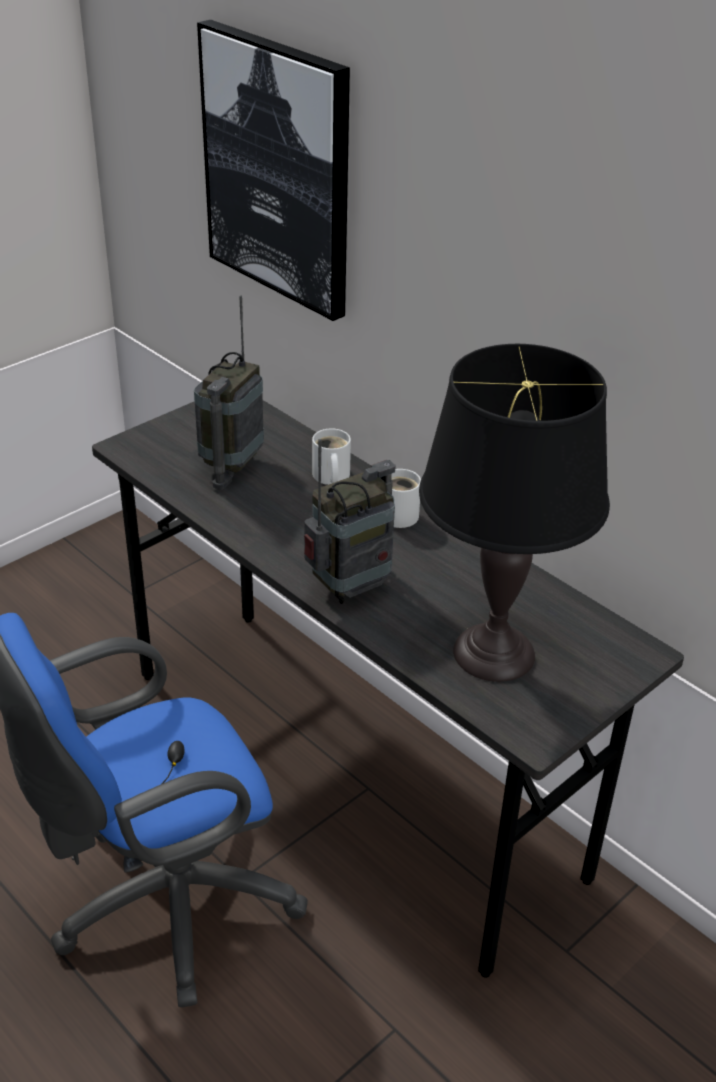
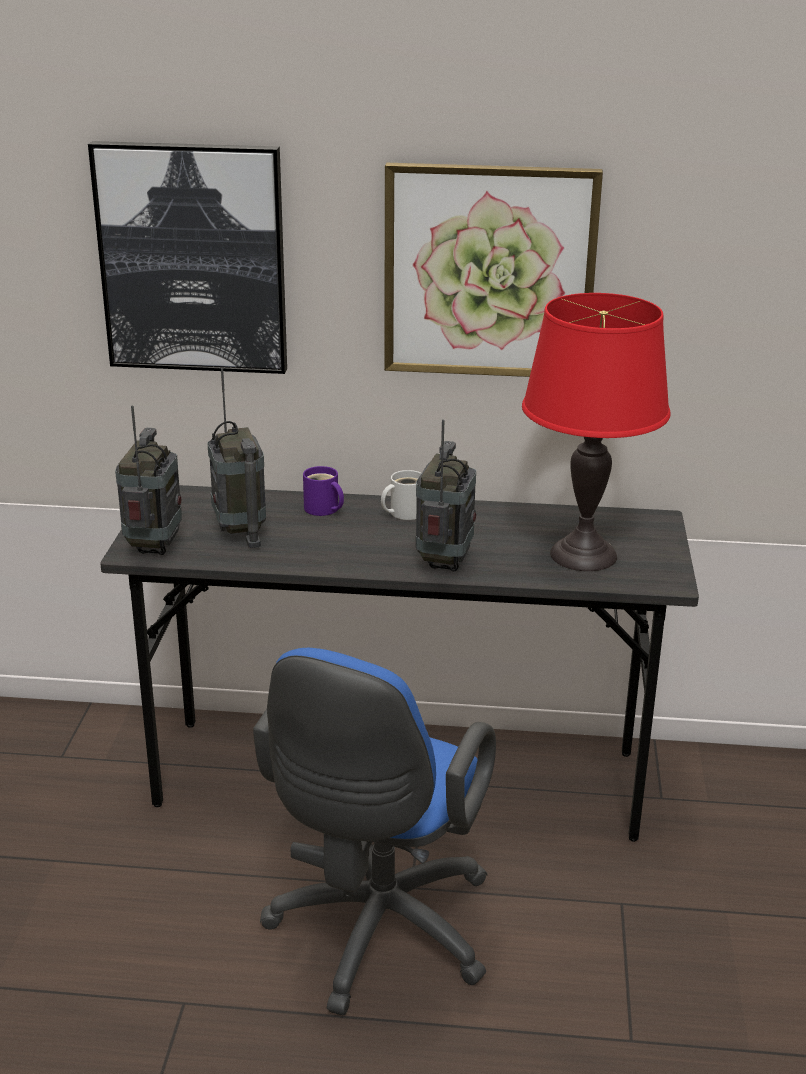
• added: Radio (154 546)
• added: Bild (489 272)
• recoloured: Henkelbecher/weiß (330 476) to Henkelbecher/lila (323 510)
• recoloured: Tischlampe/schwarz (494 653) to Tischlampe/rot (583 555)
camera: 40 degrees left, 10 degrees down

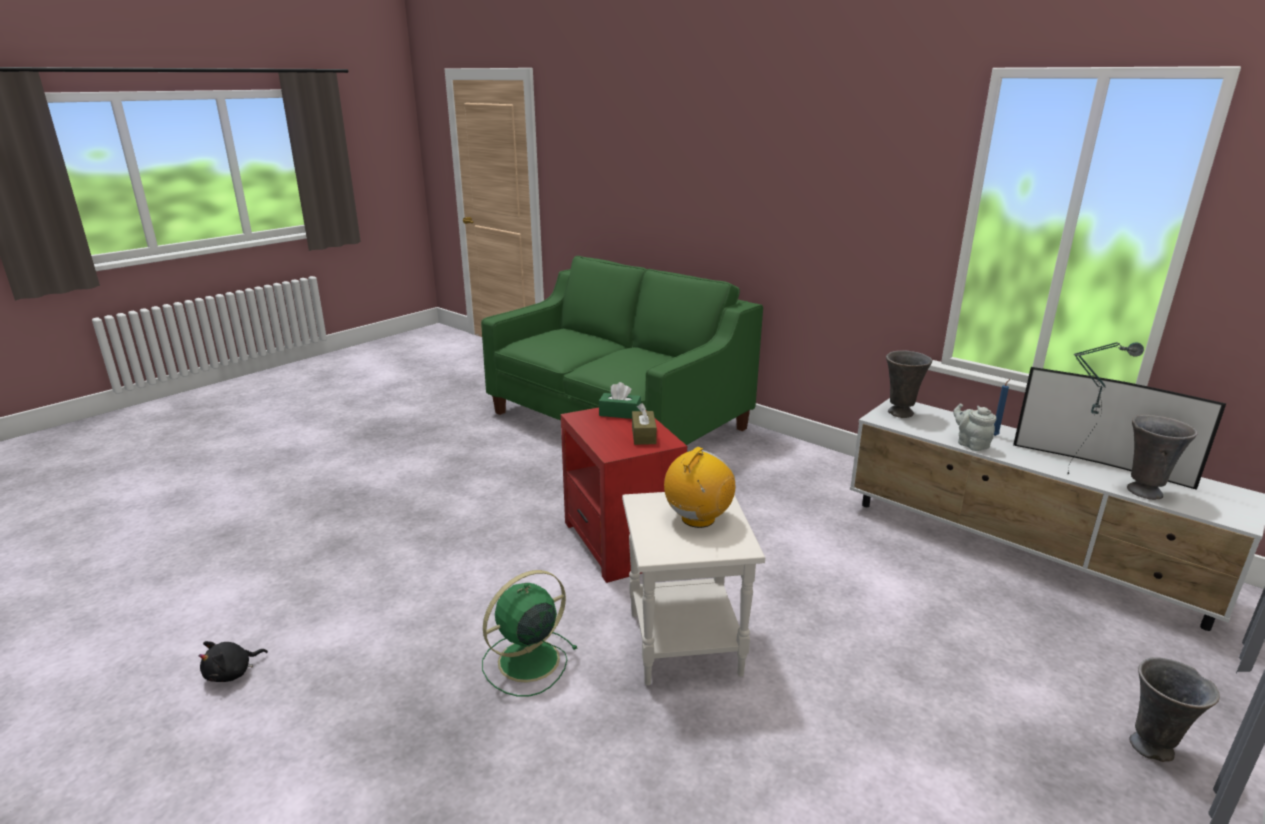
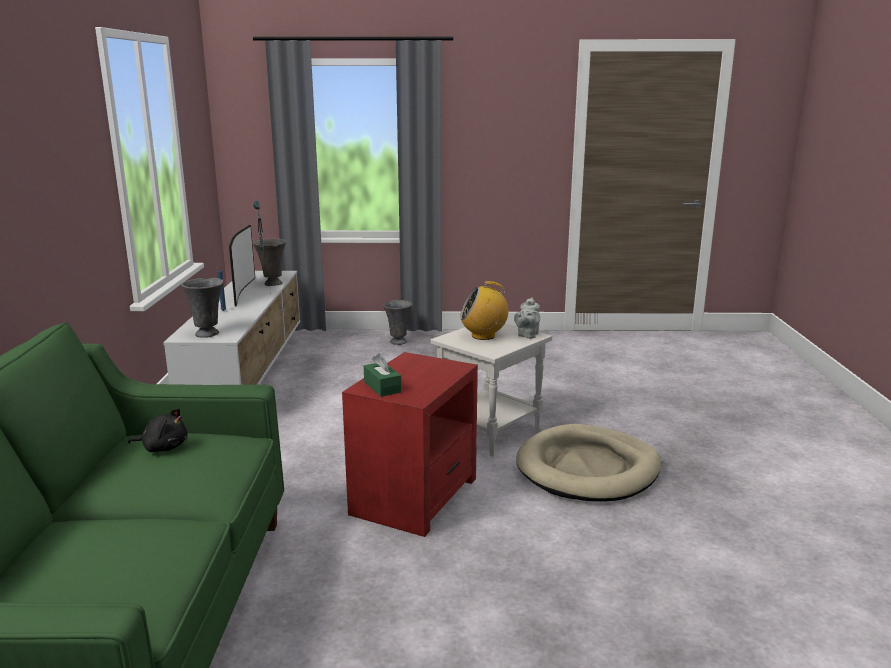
• removed: Taschentuchbox/braun (643 435)
• moved: Plüschtier/schwarz (232 673) to (163 447)
• moved: Teekanne/grau (970 444) to (527 335)
• replaced: Ventilator/grün (526 662) to Hundebett/beige (588 469)
camera: 130 degrees left, 5 degrees down

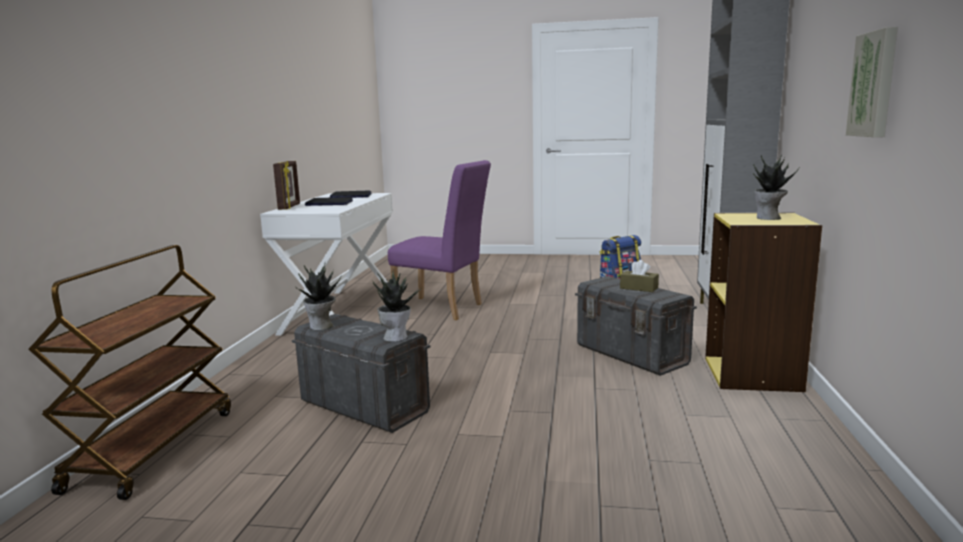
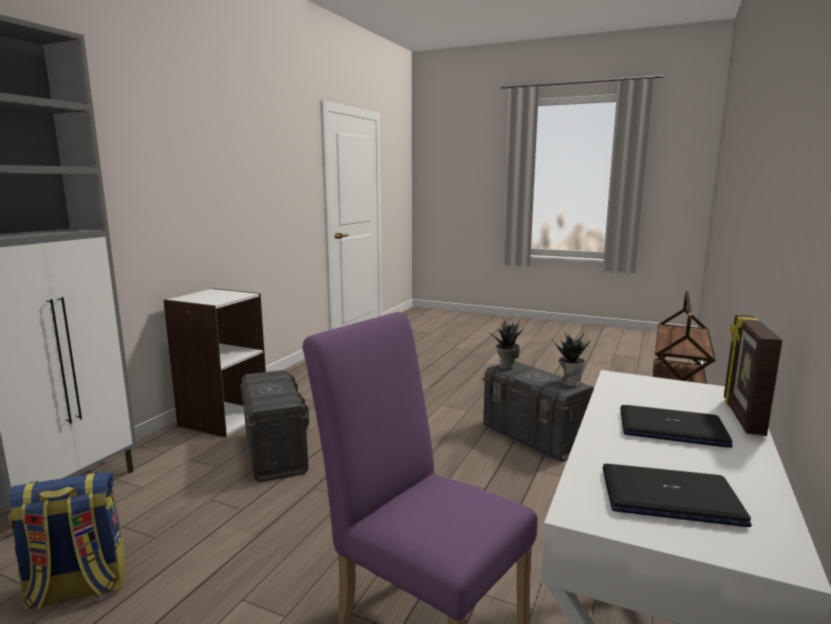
• removed: Taschentuchbox/braun (639 288)
• removed: Topfpflanze (768 218)
• removed: Bild (875 84)
• recoloured: Bücherregal/gelb (753 374) to Bücherregal/weiß (223 418)
camera: 165 degrees left, 0 degrees up

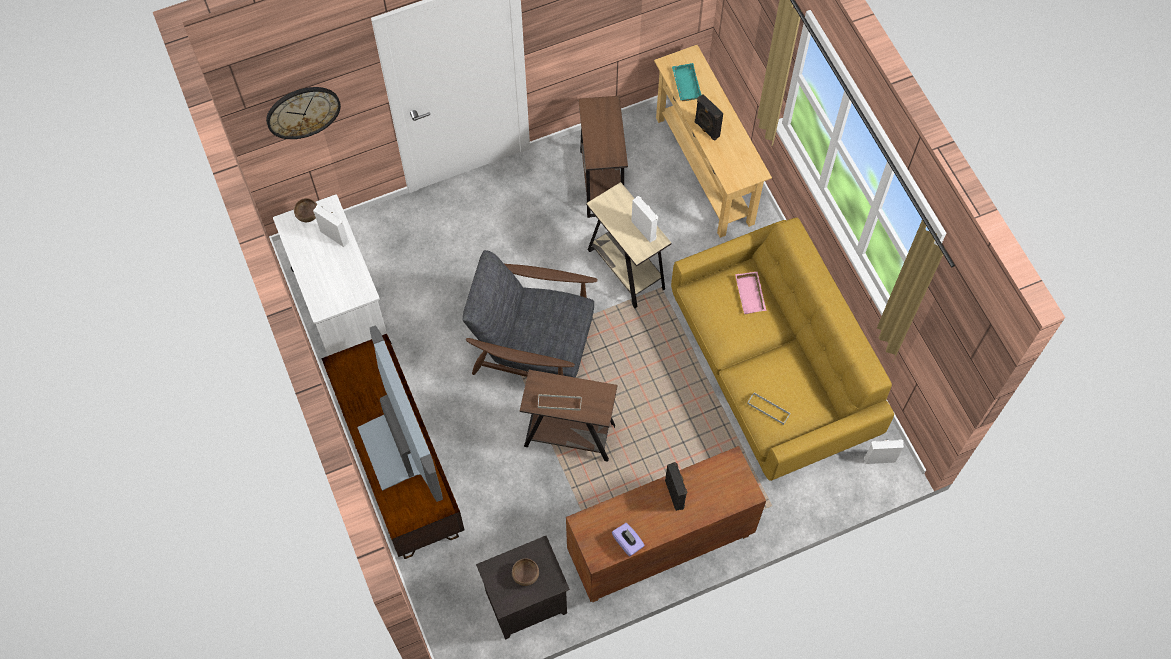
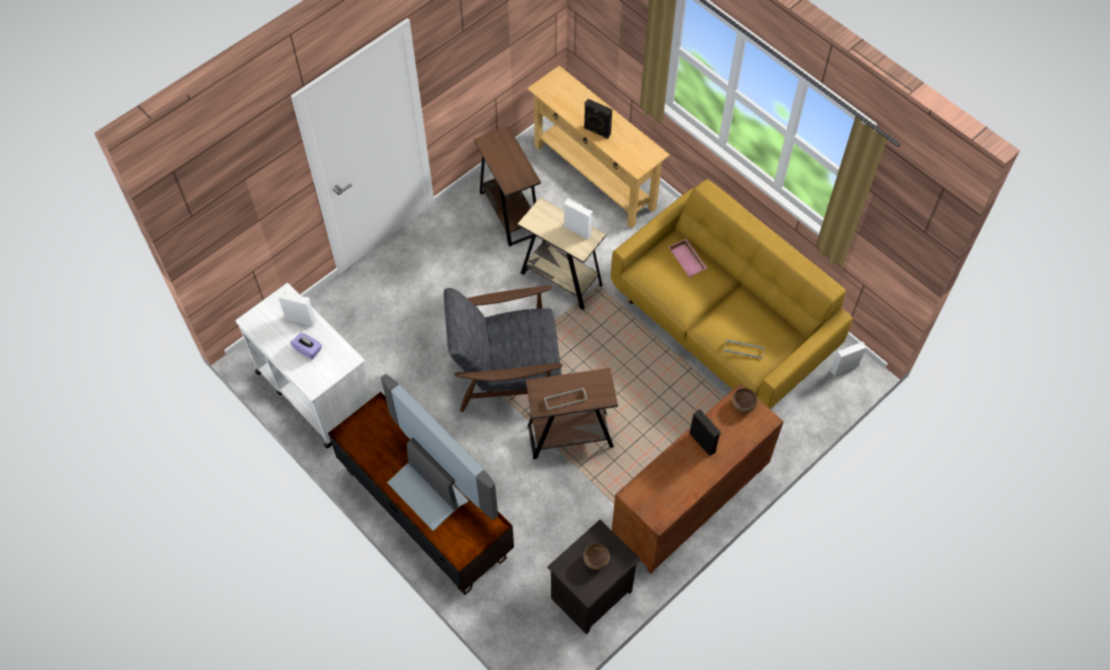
• removed: Wanduhr (303 111)
• removed: Tablett/türkis (685 84)
• moved: Schüssel/braun (307 215) to (743 404)
• moved: Taschentuchbox/lila (628 542) to (308 349)
camera: 20 degrees left, 5 degrees down

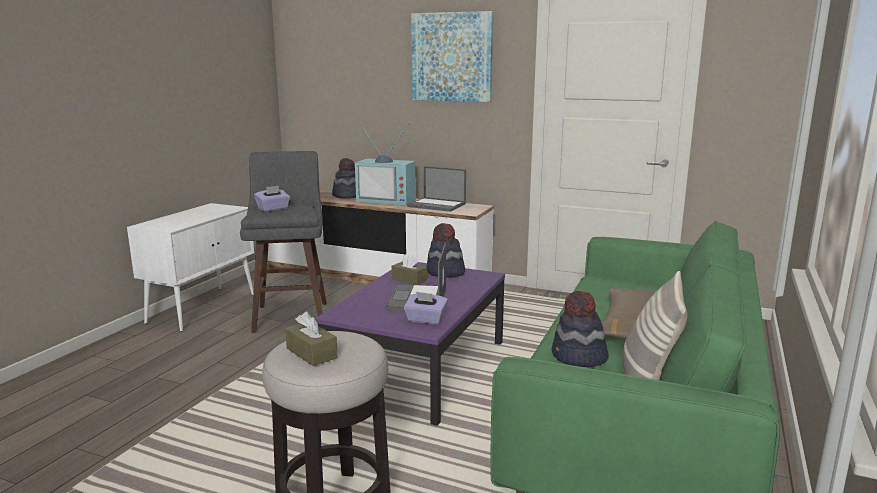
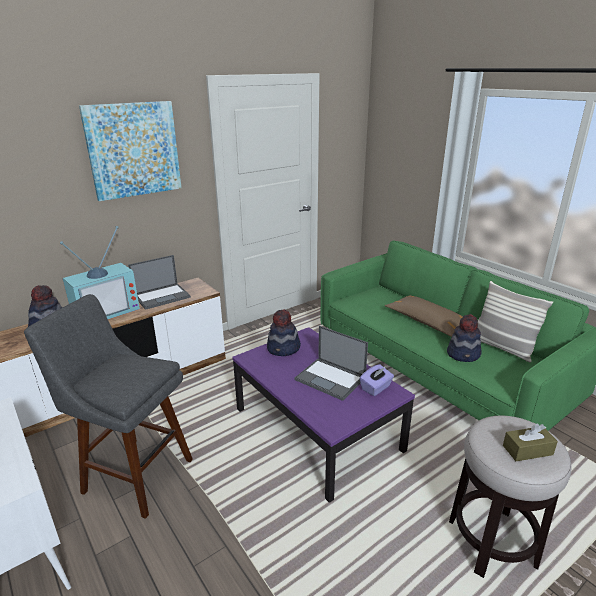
• removed: Taschentuchbox/lila (273 209)
• removed: Taschentuchbox/braun (409 279)
camera: 60 degrees left, 10 degrees up

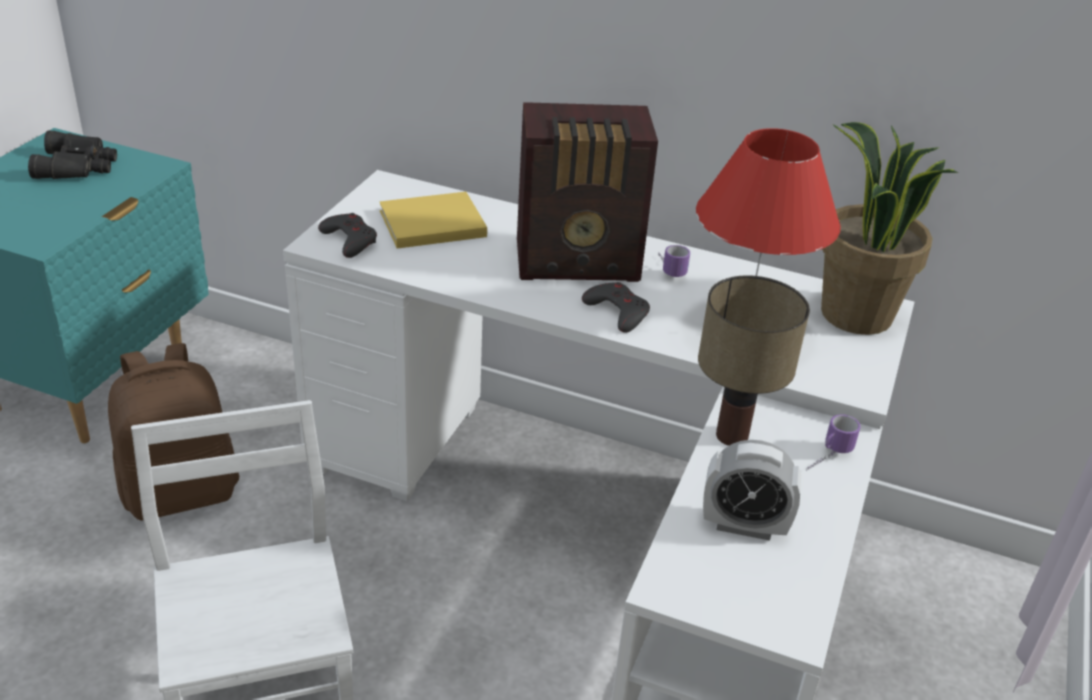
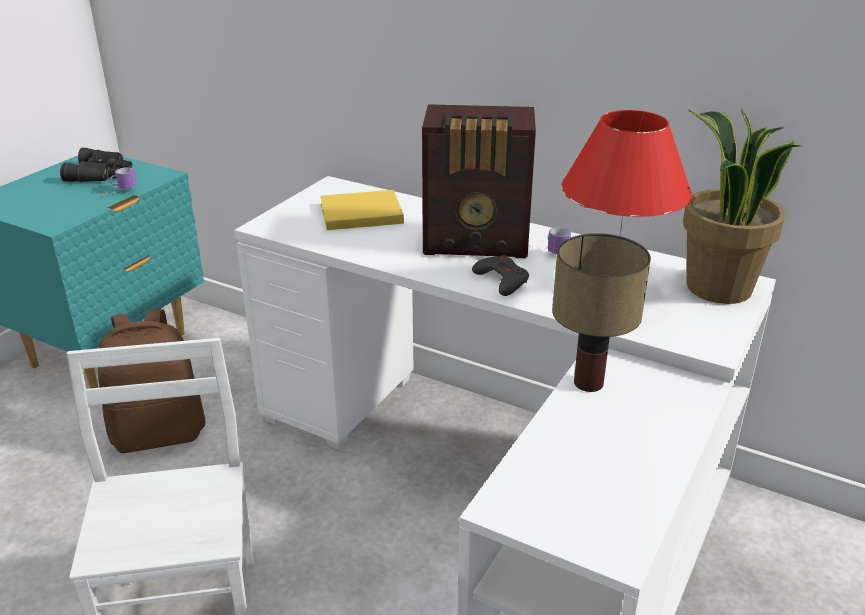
• removed: Gamepad/grau (349 240)
• removed: Wecker (744 525)
• moved: Henkelbecher (826 458) to (117 193)
camera: 10 degrees right, 5 degrees down

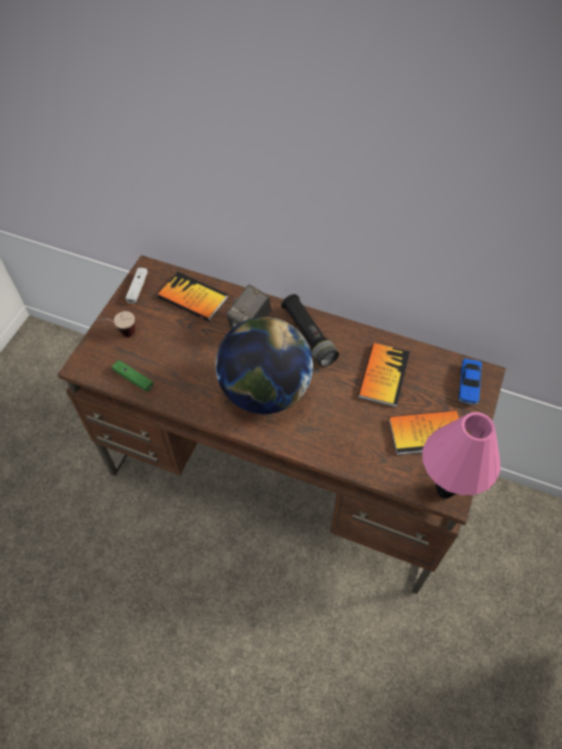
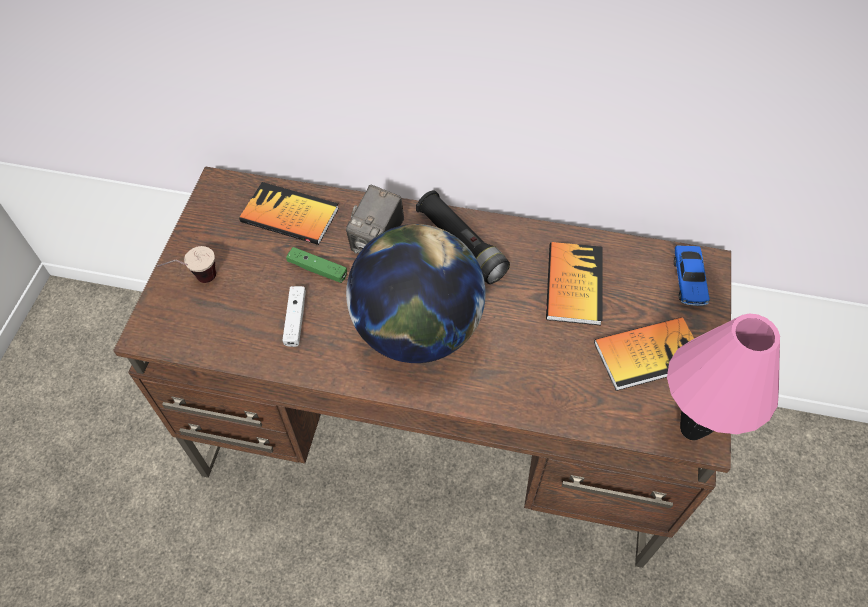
• moved: Gamepad/grün (133 379) to (317 269)
• moved: Gamepad/weiß (137 288) to (295 320)
camera: 10 degrees left, 0 degrees up

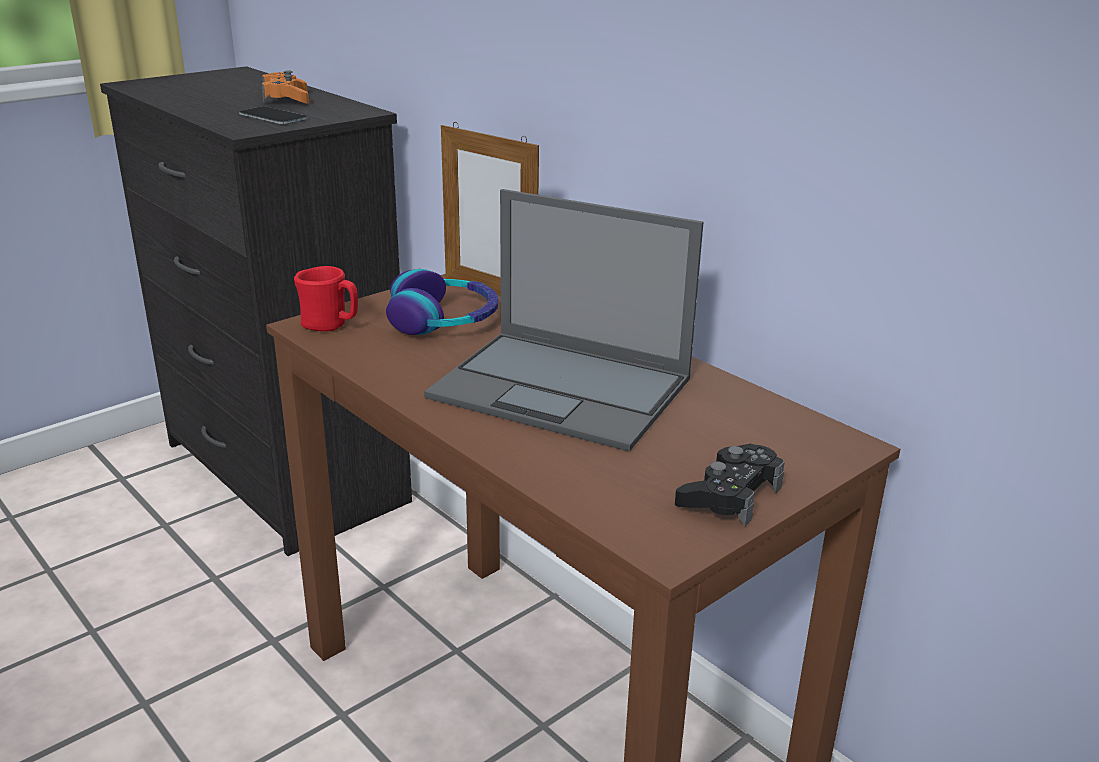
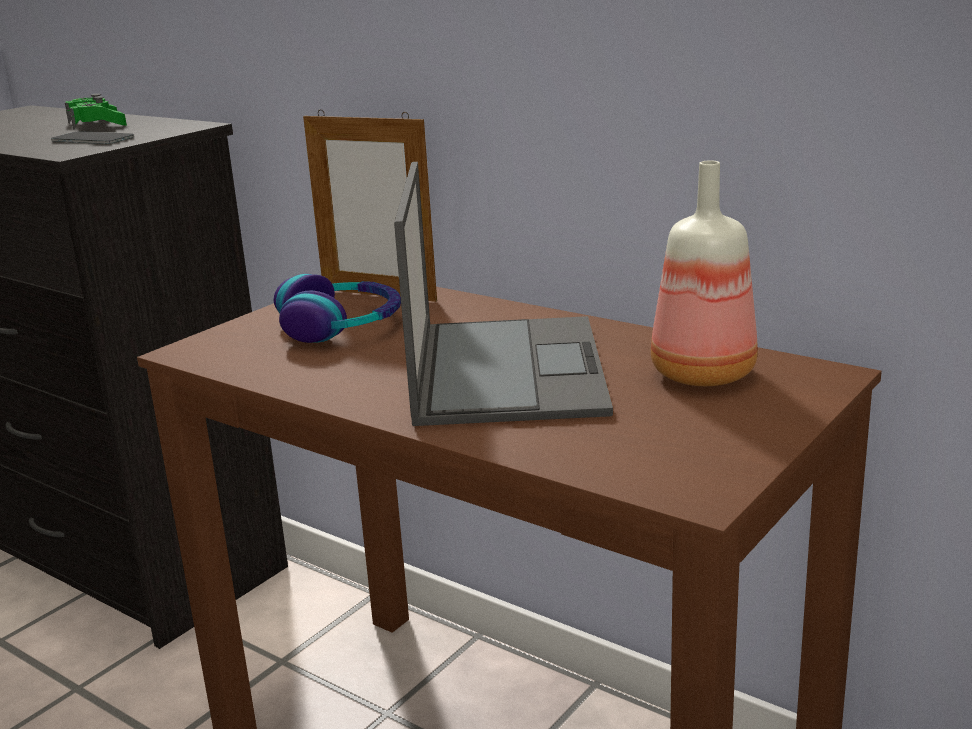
• removed: Henkelbecher/rot (330 326)
• removed: Gamepad/schwarz (729 495)
• added: Flasche (700 375)
• recoloured: Gamepad/orange (286 98) to Gamepad/grün (97 124)
• turned: Laptop (564 389) = (506 368) 105 degrees counterclockwise
camera: 10 degrees left, 5 degrees down

